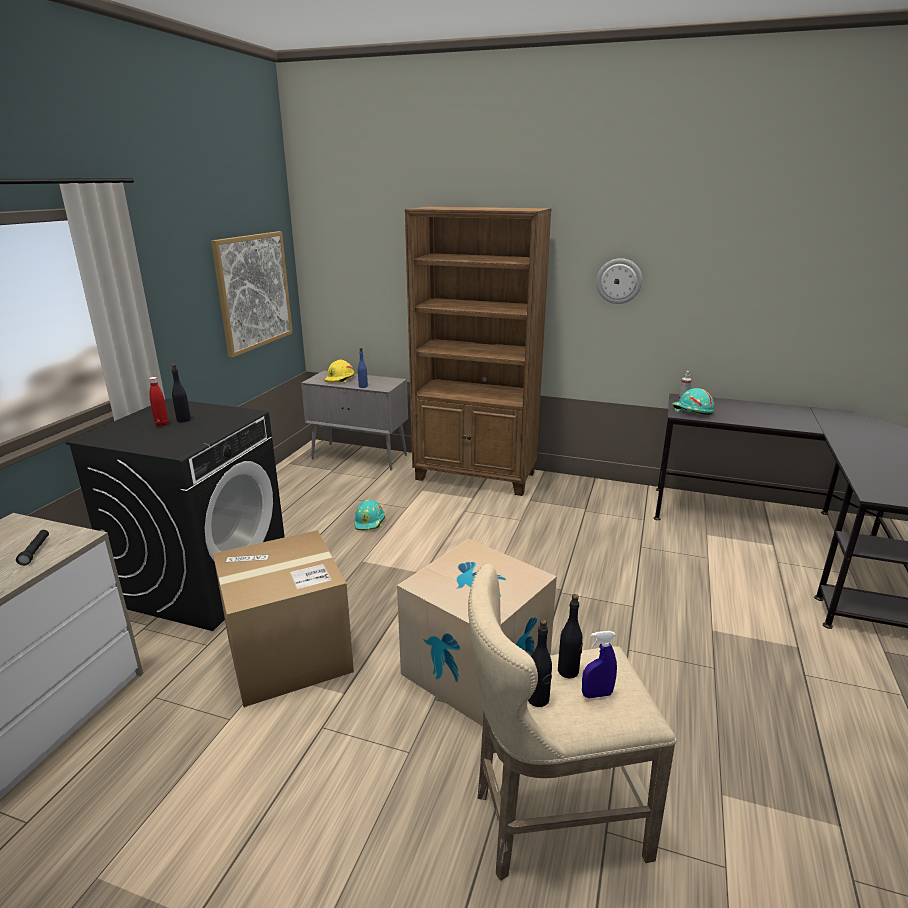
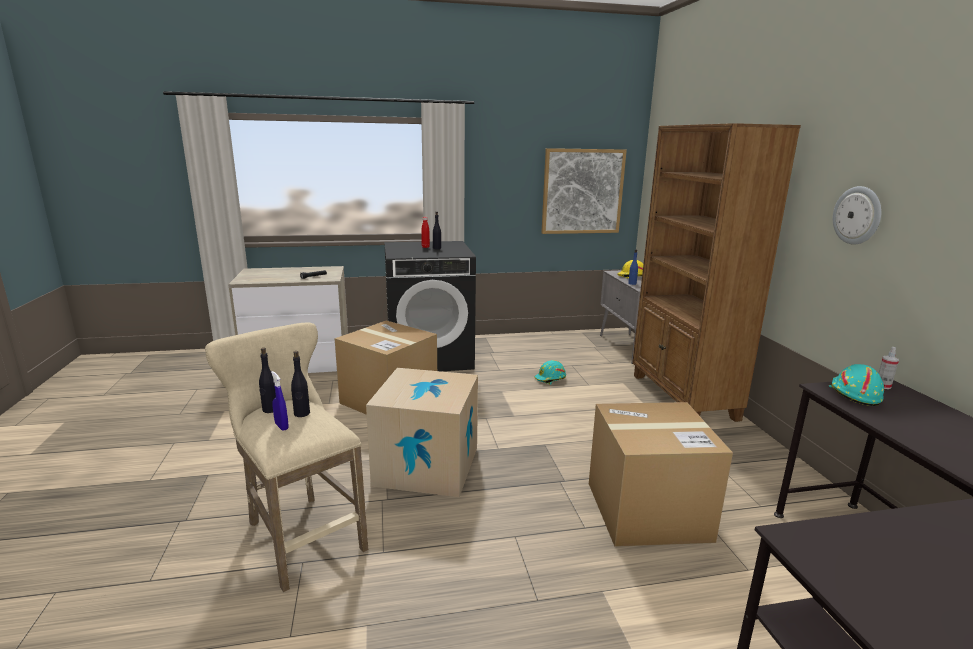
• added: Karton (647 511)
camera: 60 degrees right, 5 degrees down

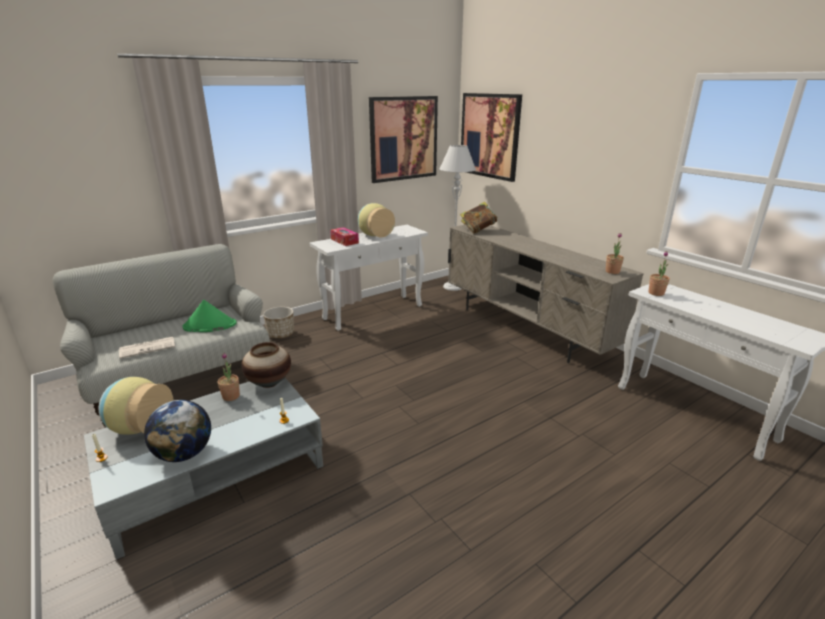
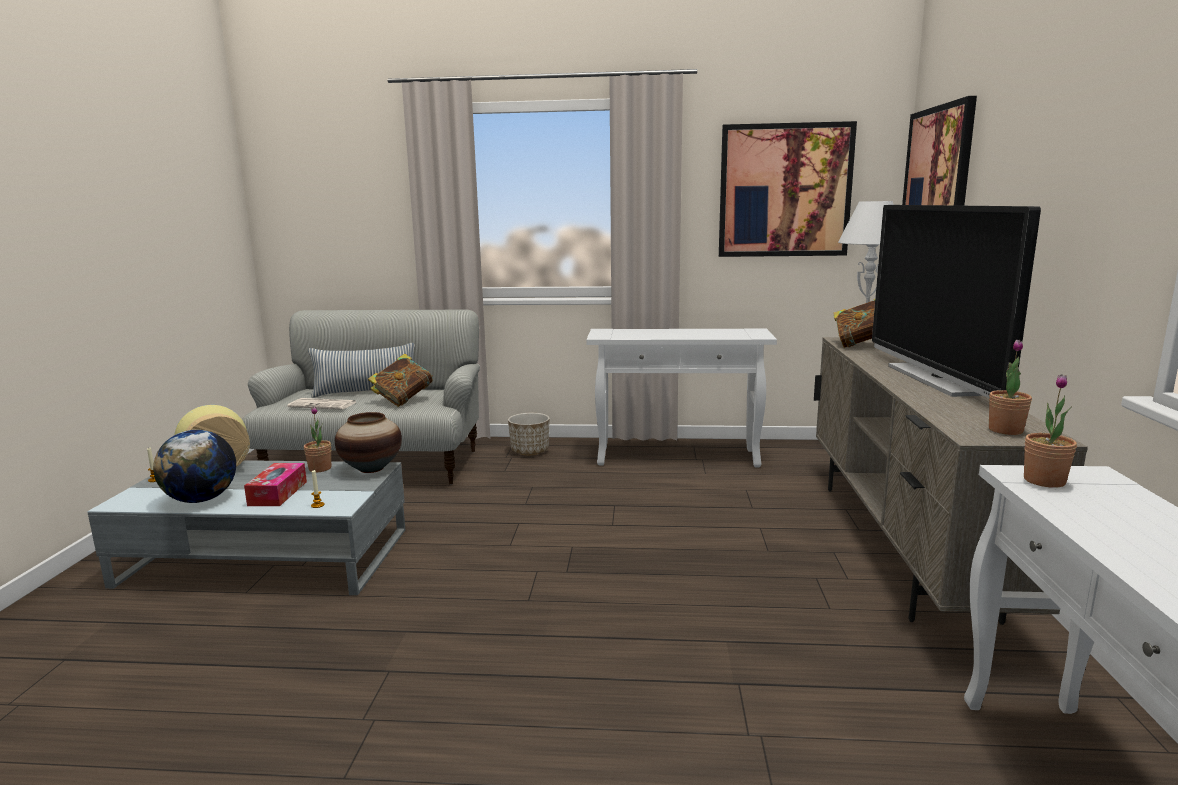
• removed: Vase (375 235)
• added: Kissen (366 392)
• added: Fernseher (936 379)
• moved: Taschentuchbox (344 241) to (278 493)
• replaced: Hut/grün (209 325) to Buch (403 400)
camera: 40 degrees right, 10 degrees down

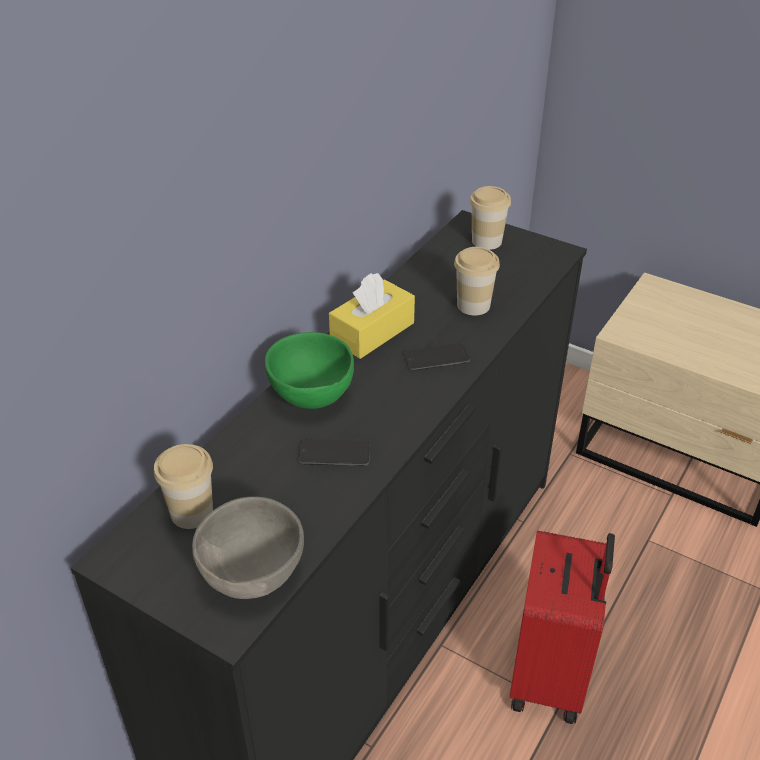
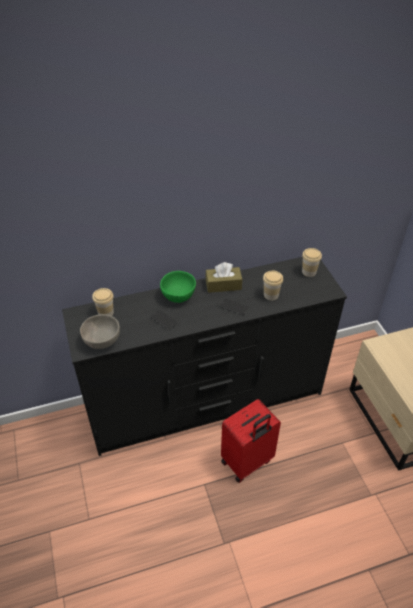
• recoloured: Taschentuchbox/gelb (372 332) to Taschentuchbox/braun (223 285)
camera: 40 degrees right, 5 degrees up

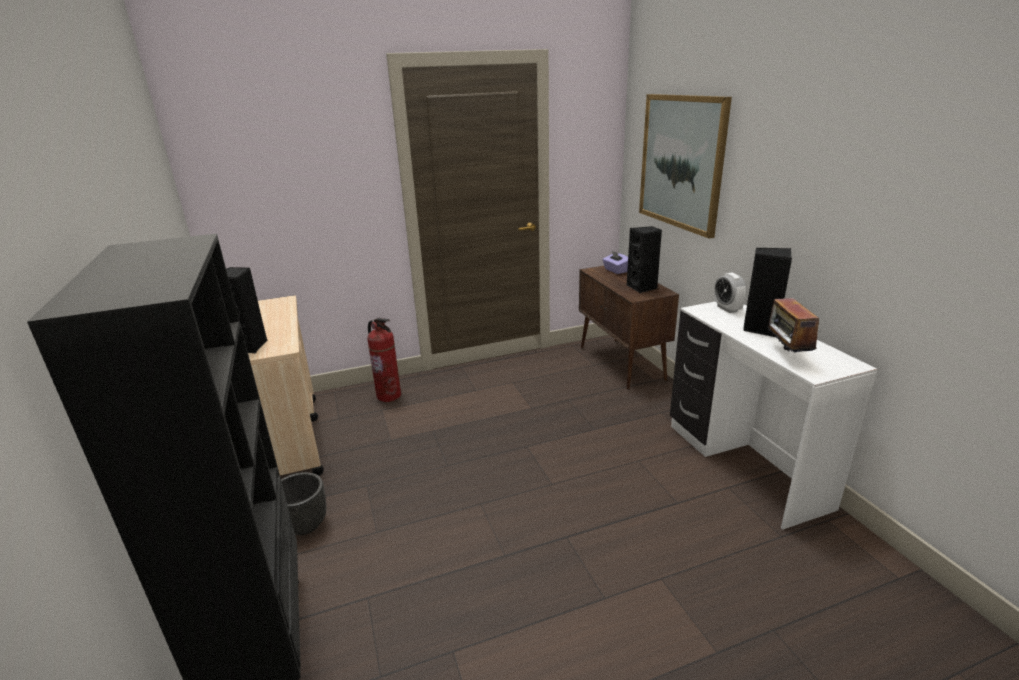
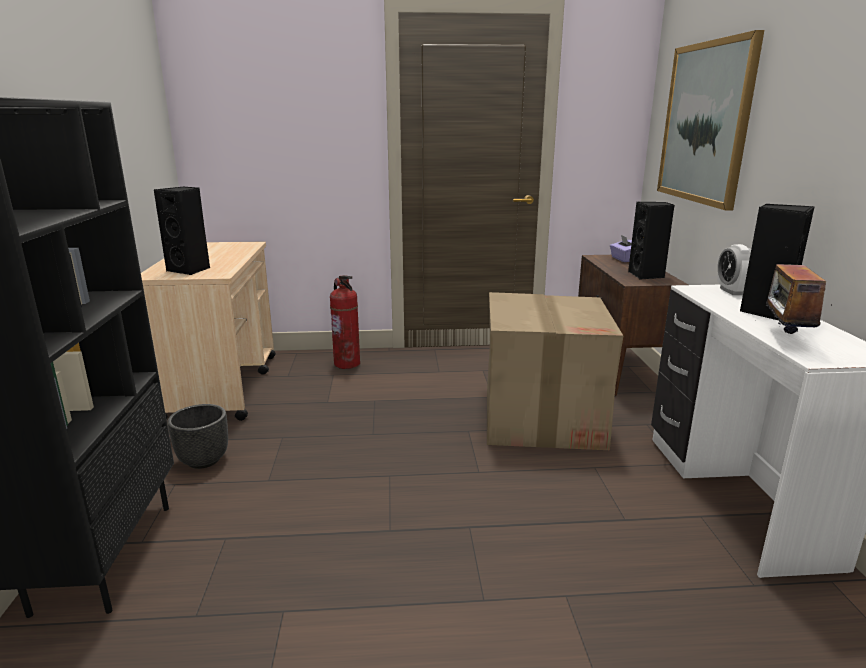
• added: Karton (542 417)
camera: 15 degrees right, 5 degrees down

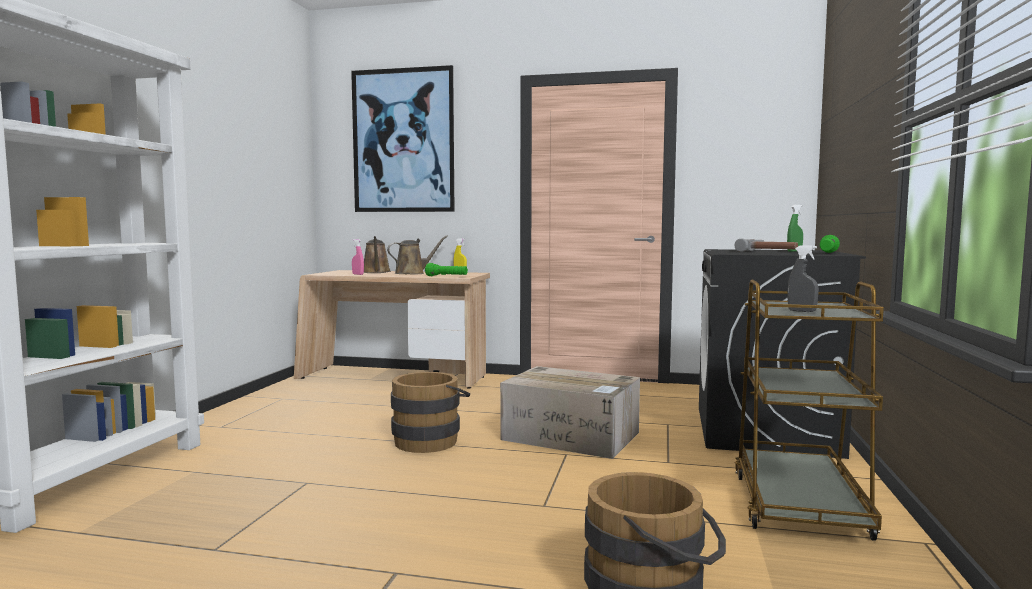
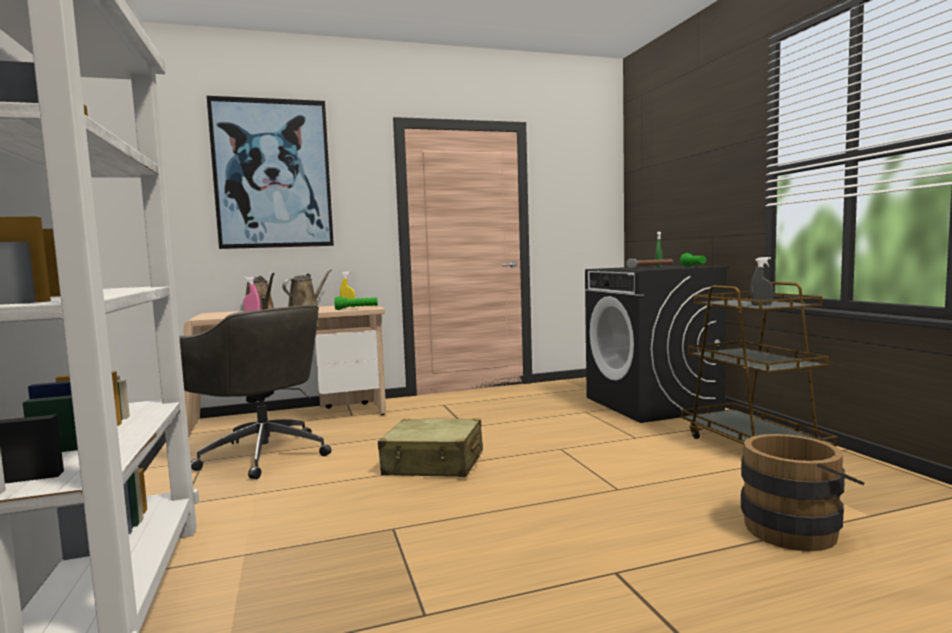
• removed: Karton (572 436)
• added: Bürostuhl/grau (262 454)
• replaced: Eimer/braun (429 440) to Koffer/beige (434 464)
camera: 30 degrees left, 0 degrees up

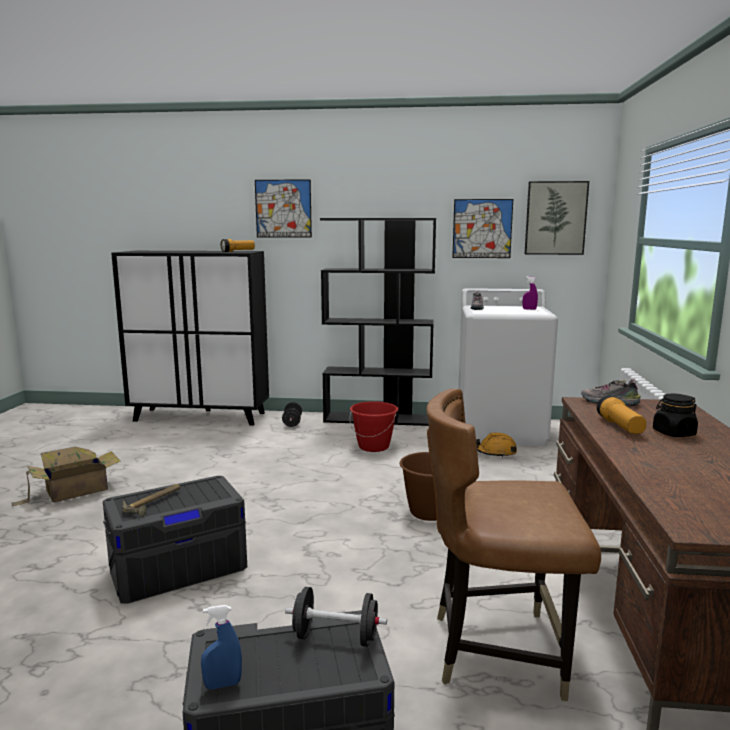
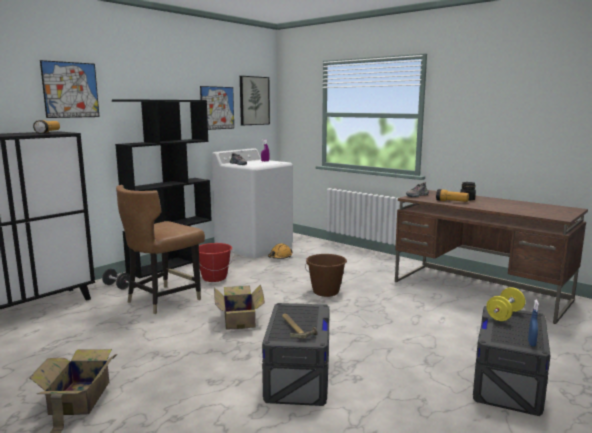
• added: Karton (239 318)
• moved: Stuhl/braun (497 650) to (163 300)
• recoloured: Hantel/schwarz (335 637) to Hantel/gelb (504 315)
camera: 55 degrees left, 0 degrees up

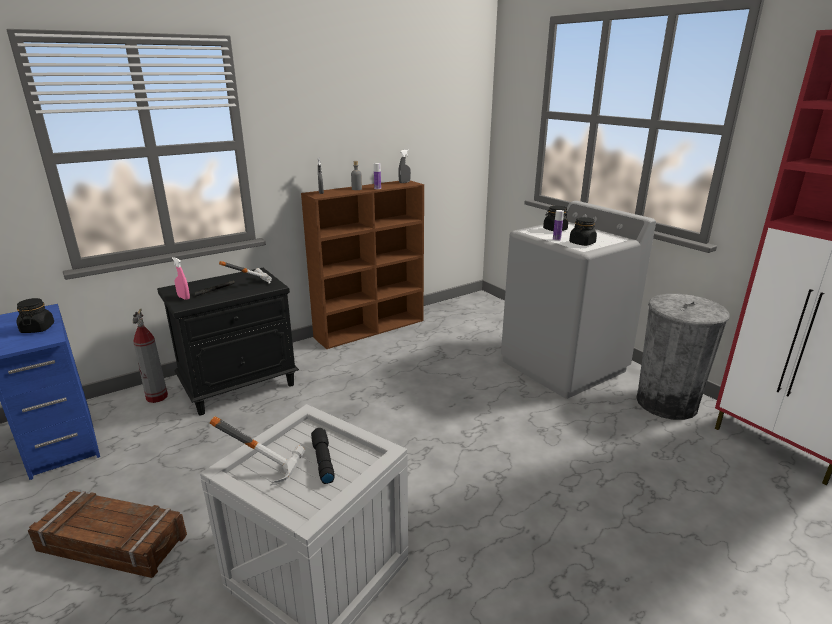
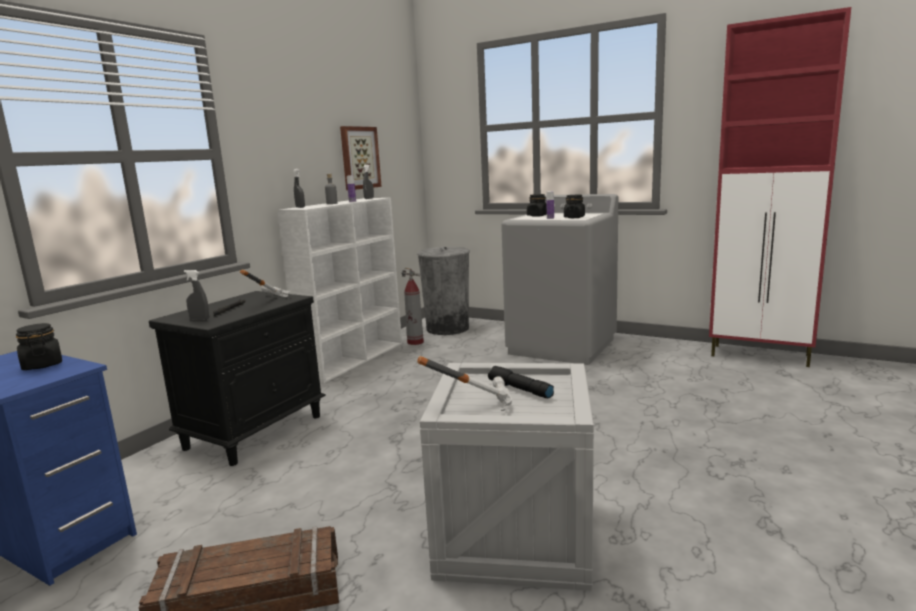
• added: Bild (359 158)
• moved: Feuerlöscher (157 397) to (415 342)
• moved: Mülleimer/grau (666 403) to (447 328)
• recoloured: Sprühflasche/rosa (183 297) to Sprühflasche/grau (199 319)
• recoloured: Bücherregal/braun (371 328) to Bücherregal/weiß (354 359)
camera: 25 degrees left, 10 degrees down

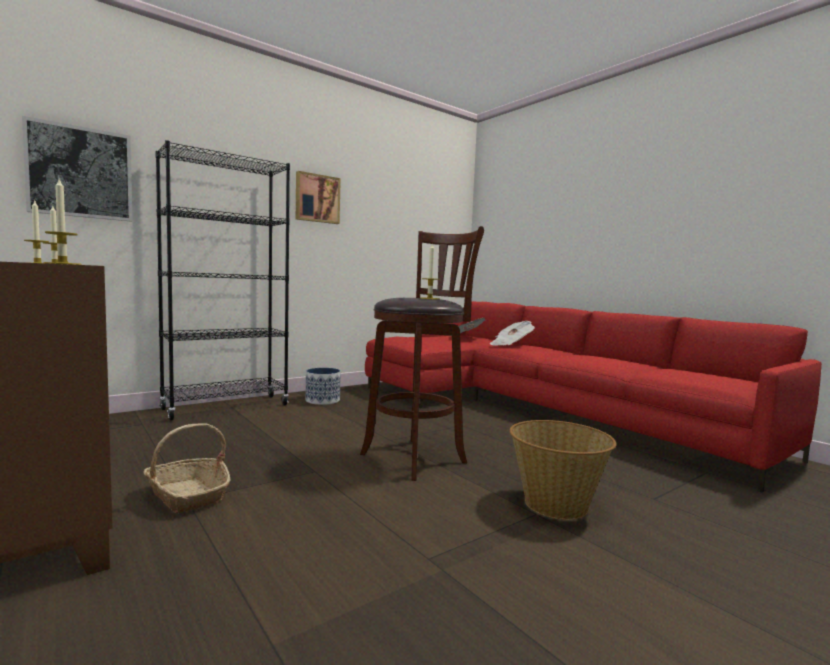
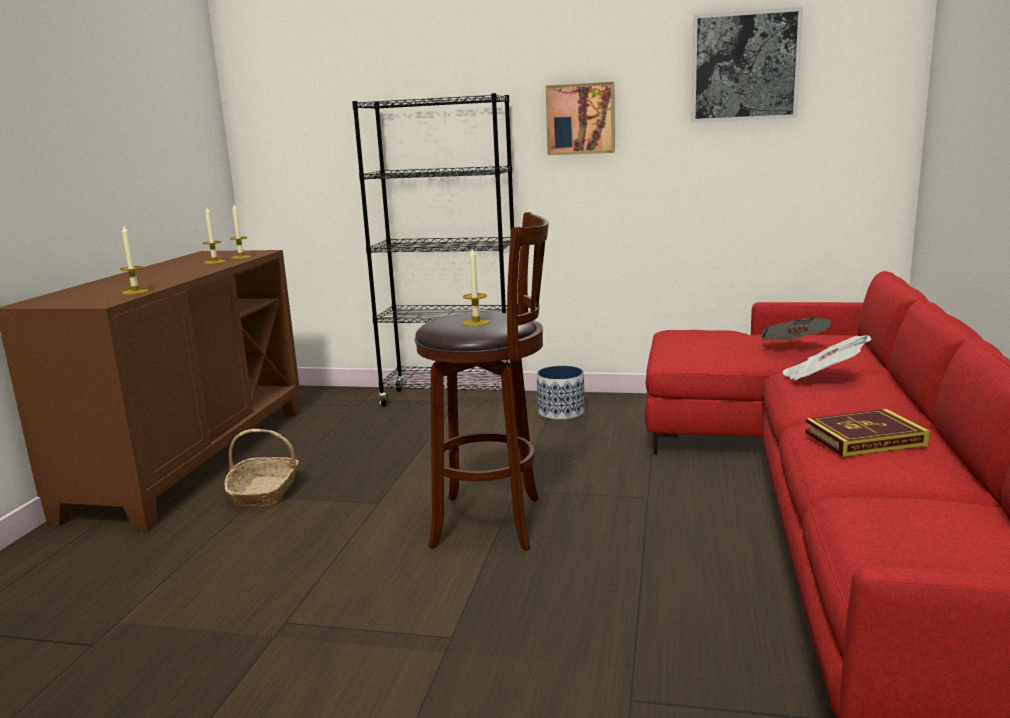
• removed: Korb (556 504)
• added: Buch (865 439)
• moved: Bild (80 172) to (744 66)
camera: 50 degrees right, 10 degrees up

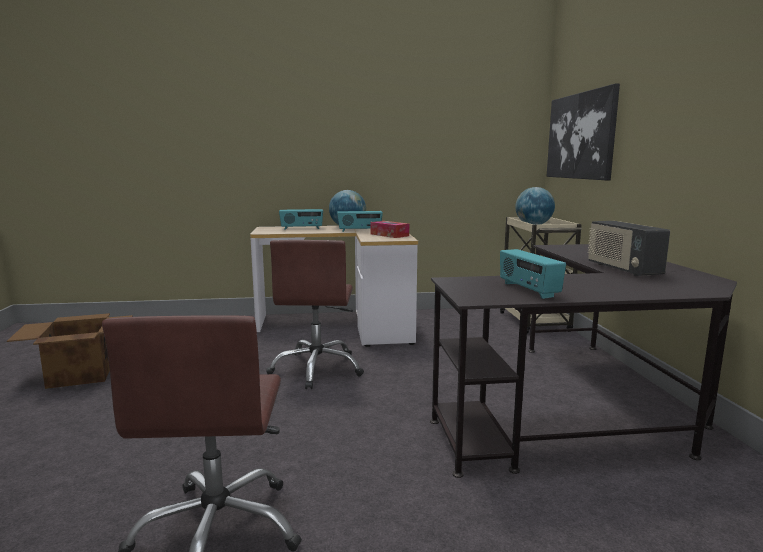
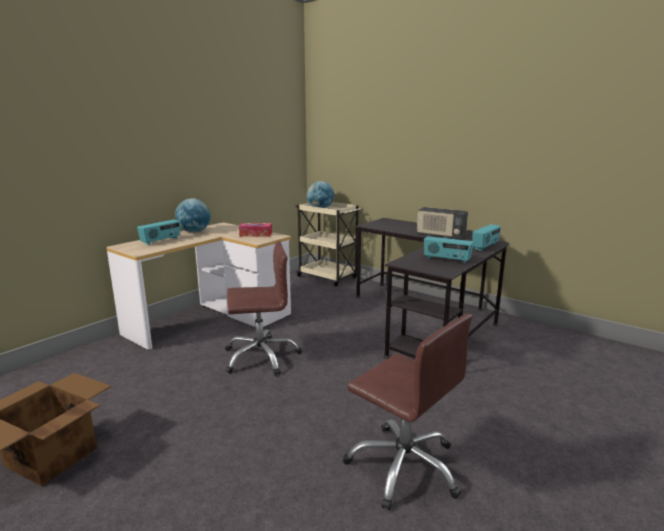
• removed: Bild (580 136)
• moved: Radio (360 231) to (485 246)
• turned: Bürostuhl/braun (317 369) = (261 357) 60 degrees counterclockwise
camera: 45 degrees left, 5 degrees up

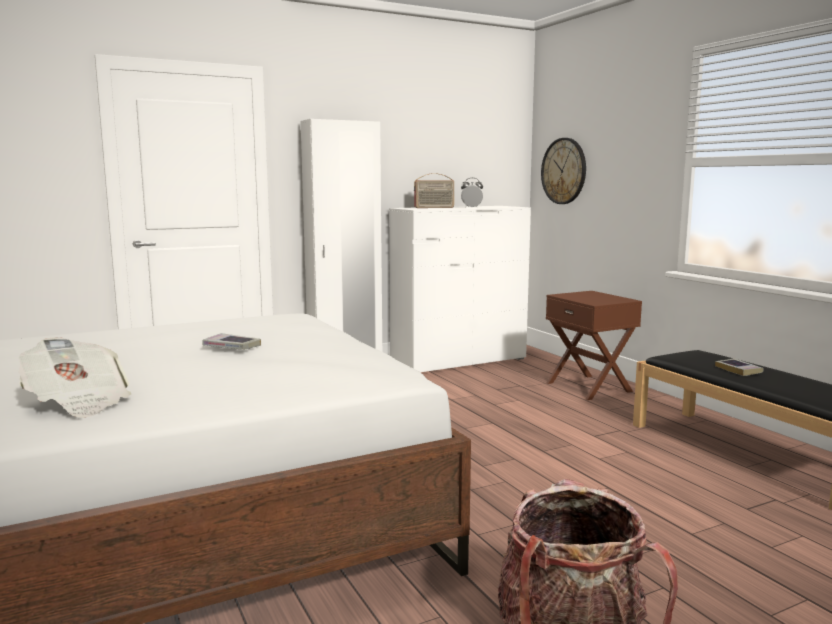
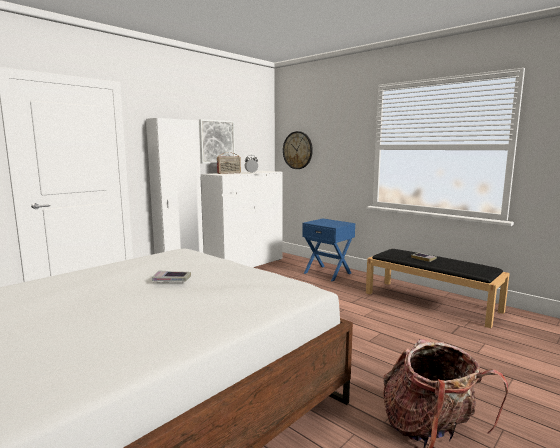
• removed: Zeitung (78 403)
• added: Bild (216 141)
• recoloured: Nachttisch/braun (589 387) to Nachttisch/blau (328 273)
camera: 20 degrees left, 0 degrees up

